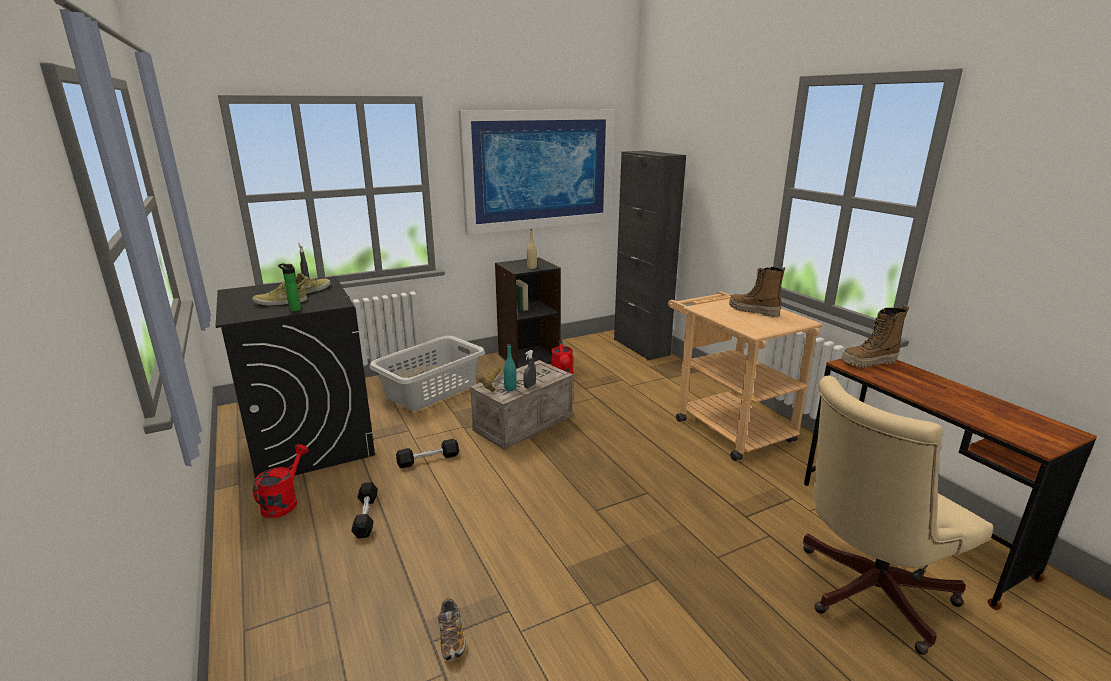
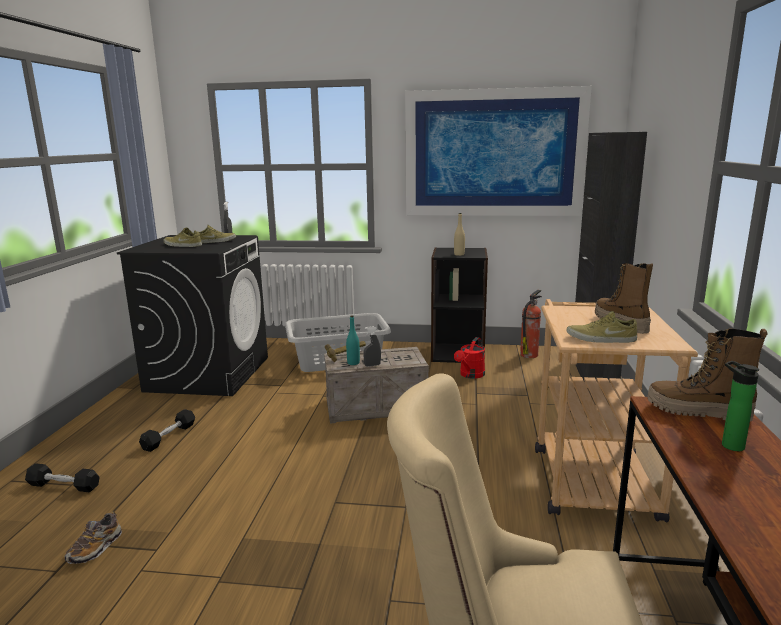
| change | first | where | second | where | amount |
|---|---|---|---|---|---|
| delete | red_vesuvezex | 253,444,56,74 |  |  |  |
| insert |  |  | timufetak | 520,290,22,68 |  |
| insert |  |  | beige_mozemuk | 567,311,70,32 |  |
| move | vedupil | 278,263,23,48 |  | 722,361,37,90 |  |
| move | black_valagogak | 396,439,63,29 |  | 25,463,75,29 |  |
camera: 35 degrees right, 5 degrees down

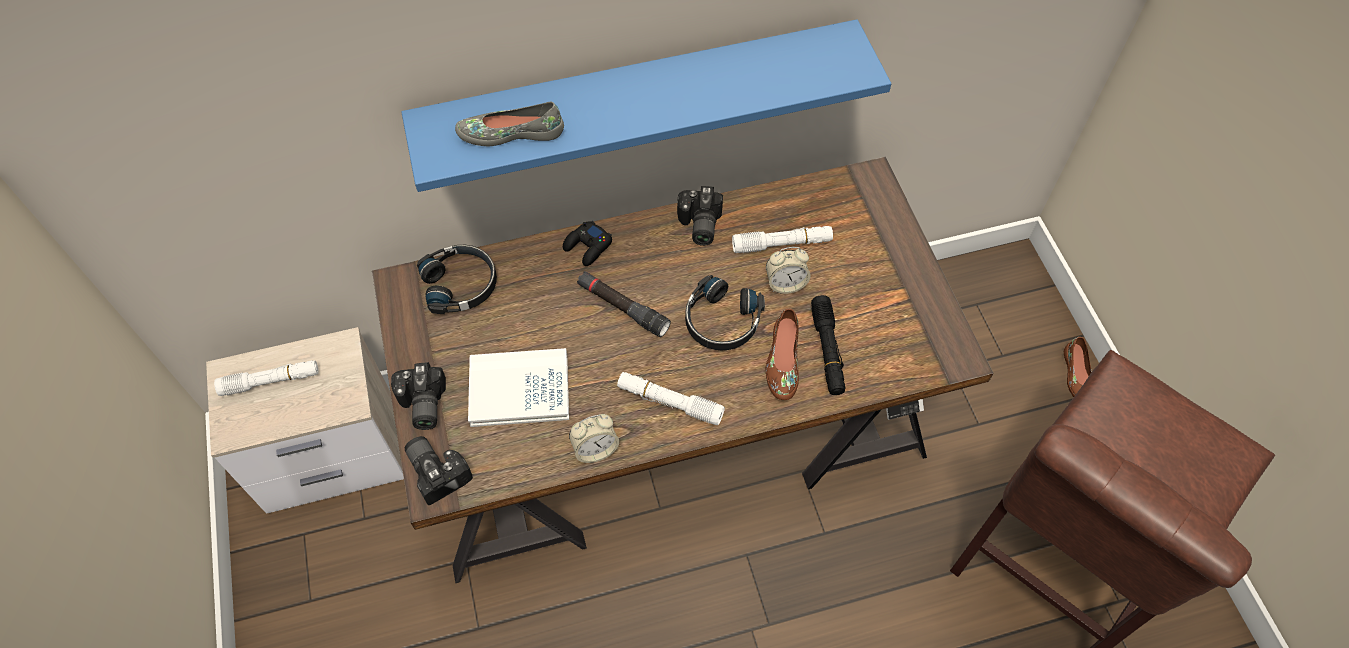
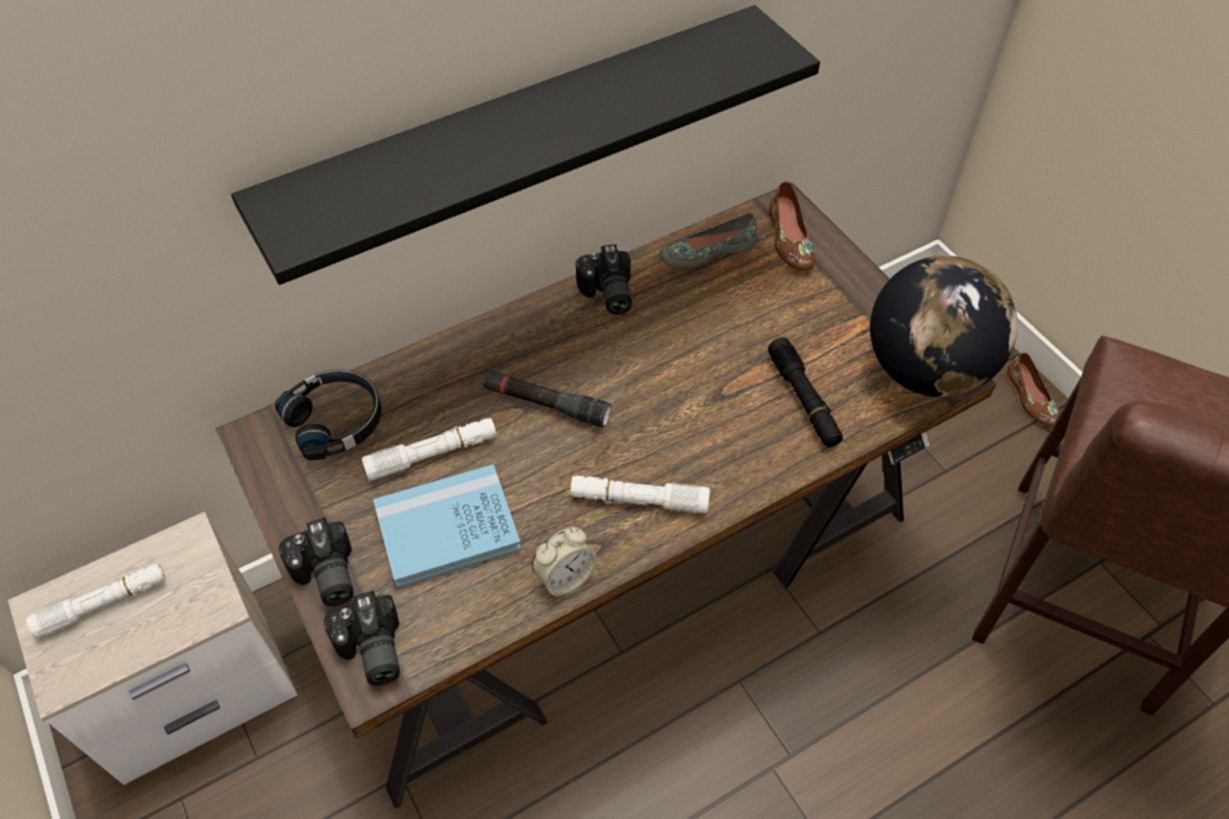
| change | first | where | second | where | amount |
|---|---|---|---|---|---|
| delete | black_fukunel | 563,221,49,45 |  |  |  |
| delete | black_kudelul | 685,275,80,75 |  |  |  |
| delete | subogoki | 766,247,44,47 |  |  |  |
| insert |  |  | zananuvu | 870,255,148,142 |  |
| move | grey_mozemuk | 455,102,109,44 |  | 660,213,98,55 |  |
| move | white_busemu | 732,226,101,27 |  | 361,418,136,63 |  |
| move | brown_mozemuk | 766,309,33,91 |  | 769,181,47,89 |  |
| recolor | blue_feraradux | 401,19,490,173 | black_feraradux | 231,5,589,280 |  |
| recolor | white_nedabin | 468,348,101,79 | blue_nedabin | 373,464,148,124 |  |
| rotate | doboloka | 405,436,68,69 |  | 324,591,76,95 | 150 degrees counterclockwise |
camera: 15 degrees left, 5 degrees down

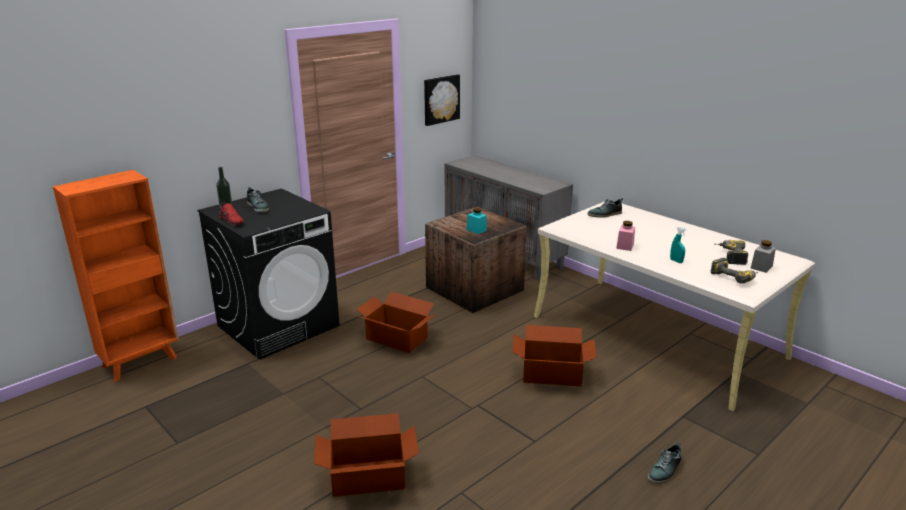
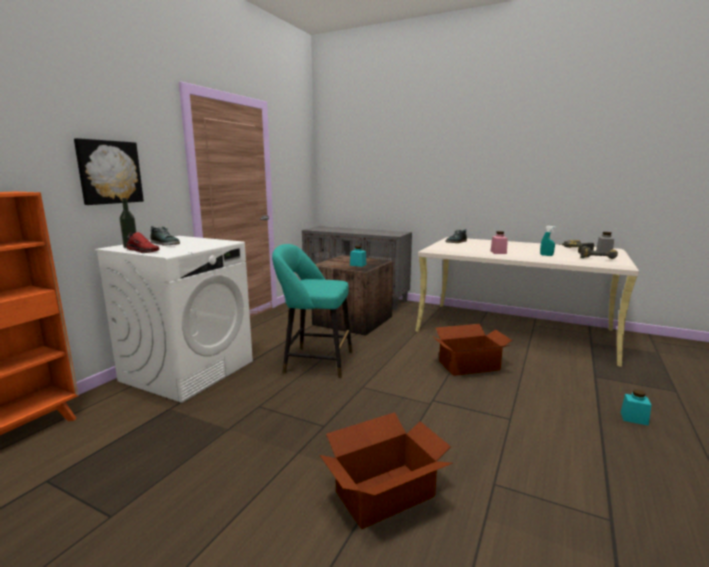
| change | first | where | second | where | amount |
|---|---|---|---|---|---|
| move | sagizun | 424,74,36,52 |  | 74,138,70,67 |  |
| replace | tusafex | 356,291,80,62 | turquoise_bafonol | 272,244,80,134 |  |
| replace | mozemuk | 648,442,33,42 | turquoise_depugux | 621,390,31,36 |  |
| recolor | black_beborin | 197,188,143,172 | white_beborin | 95,236,158,167 |  |
camera: 20 degrees left, 10 degrees down

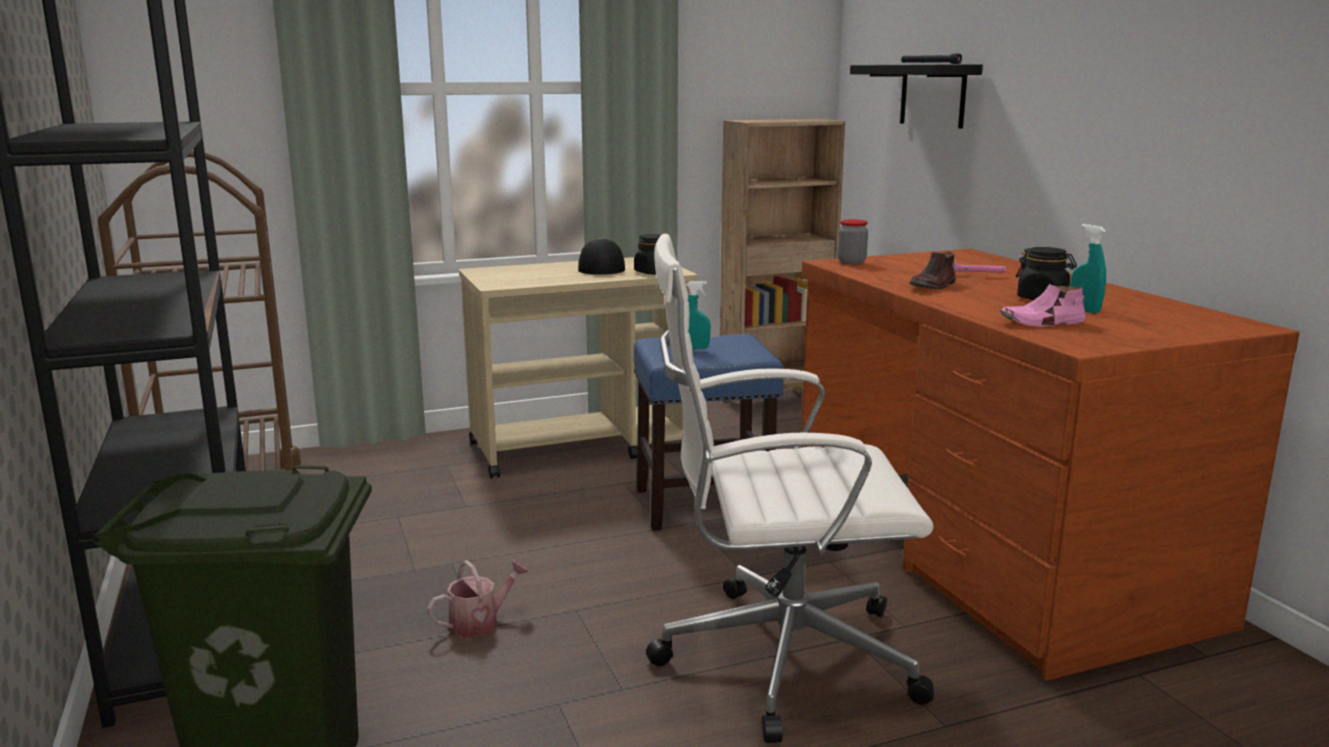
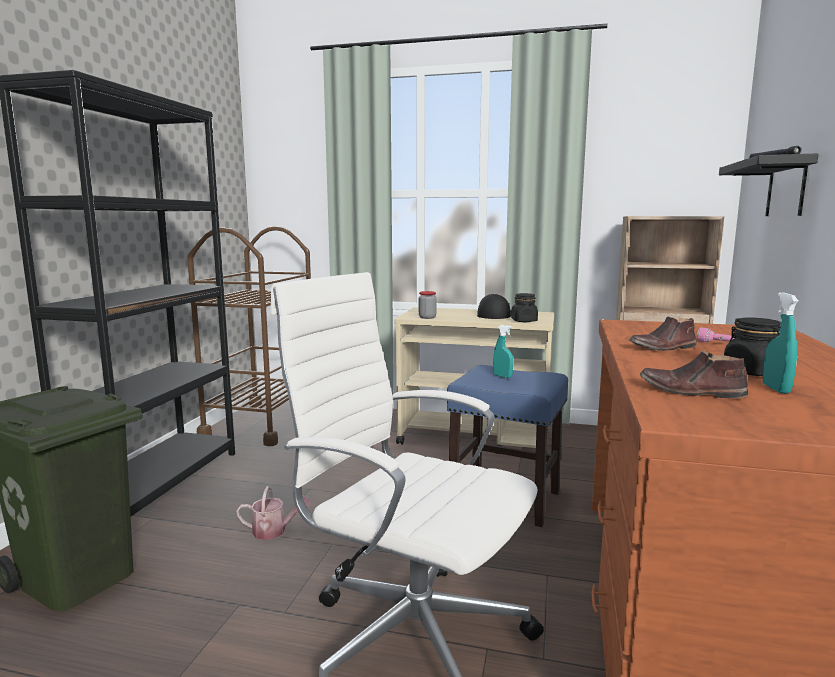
| change | first | where | second | where | amount |
|---|---|---|---|---|---|
| move | depugux | 838,219,30,45 |  | 419,291,18,28 |  |
| recolor | pink_mozemuk | 999,284,87,43 | brown_mozemuk | 640,351,108,47 |  |
camera: 35 degrees right, 5 degrees down

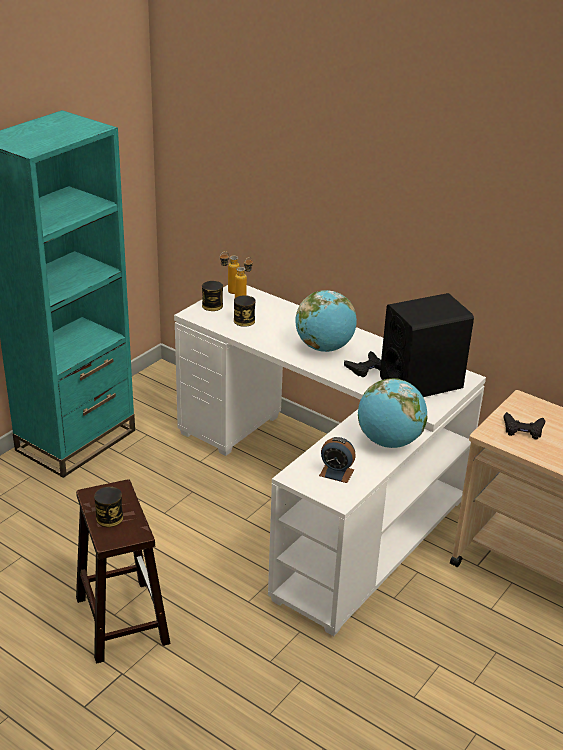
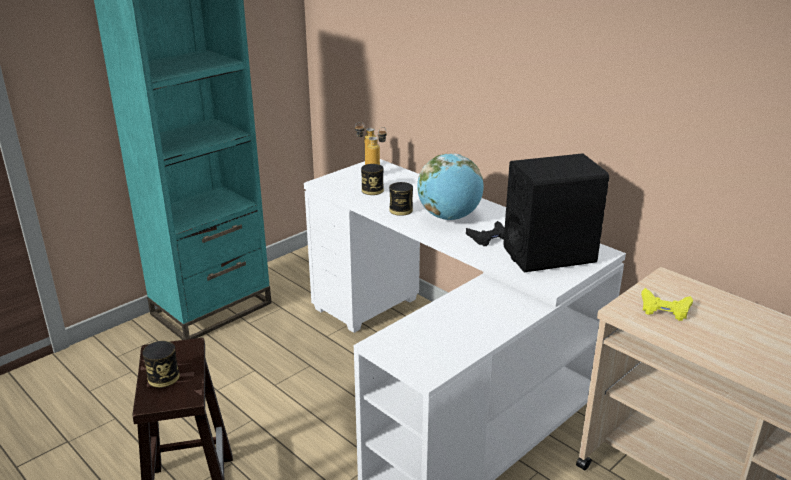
| change | first | where | second | where | amount |
|---|---|---|---|---|---|
| delete | subogoki | 319,437,37,46 |  |  |  |
| delete | zananuvu | 358,378,69,70 |  |  |  |
| move | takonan | 202,281,21,30 |  | 389,182,24,34 |  |
| recolor | black_fukunel | 503,412,42,28 | yellow_fukunel | 641,288,52,33 |  |
camera: 10 degrees right, 5 degrees down

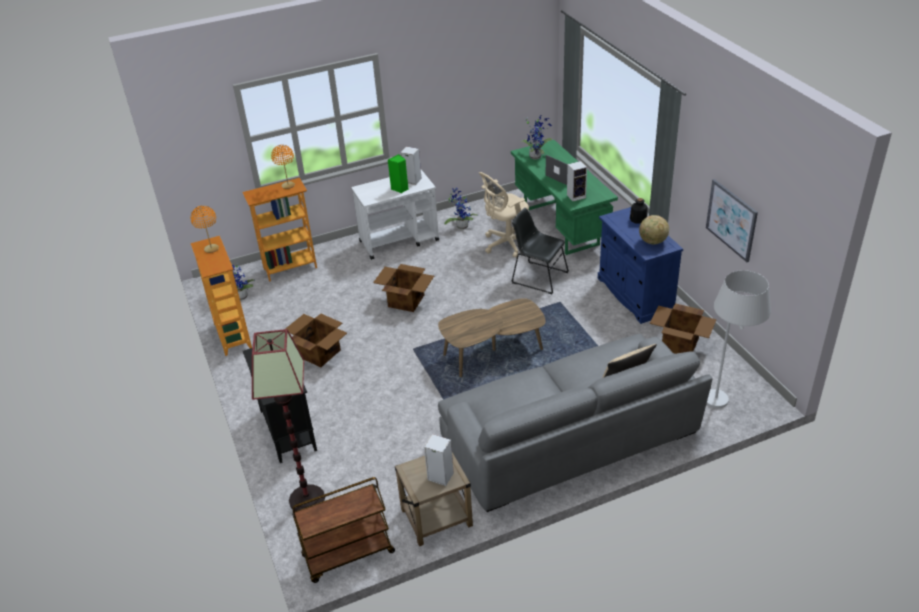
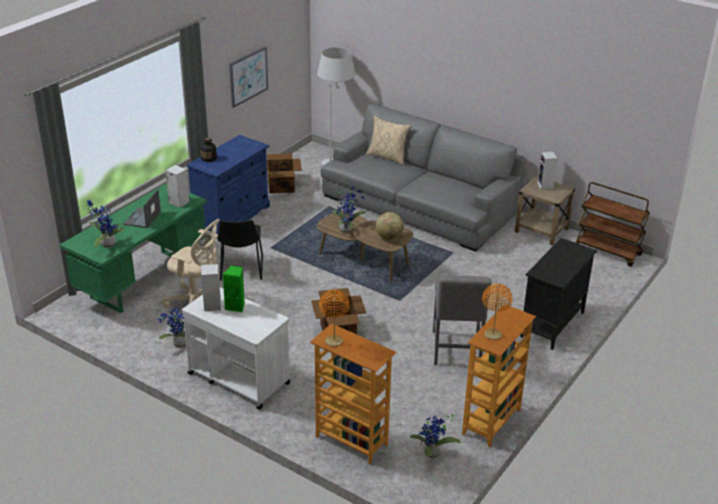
| change | first | where | second | where | amount |
|---|---|---|---|---|---|
| delete | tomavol | 252,329,73,182 |  |  |  |
| insert |  |  | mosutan | 332,186,34,47 |  |
| move | zananuvu | 639,215,30,29 |  | 376,212,28,28 |  |
| replace | tusafex | 285,314,62,53 | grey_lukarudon | 433,275,59,90 |  |
camera: 125 degrees left, 5 degrees down

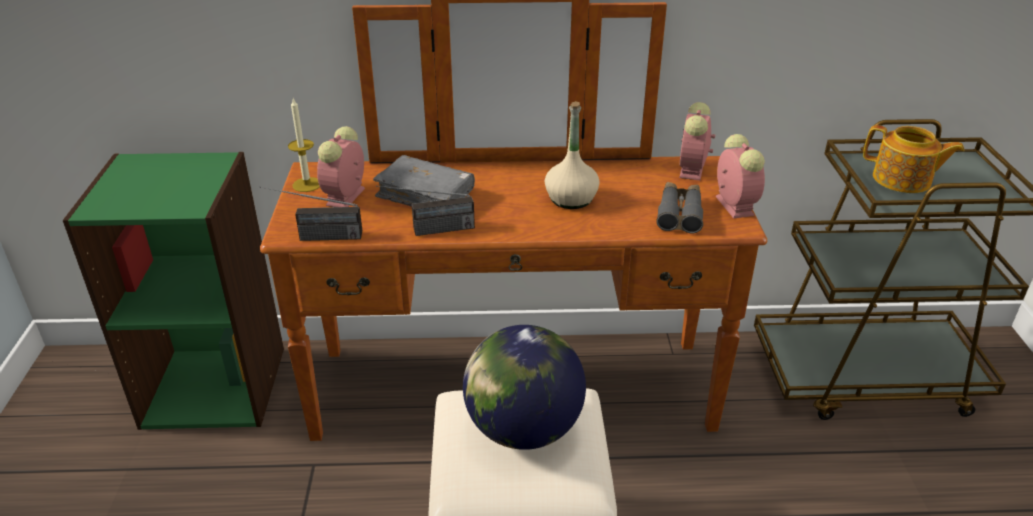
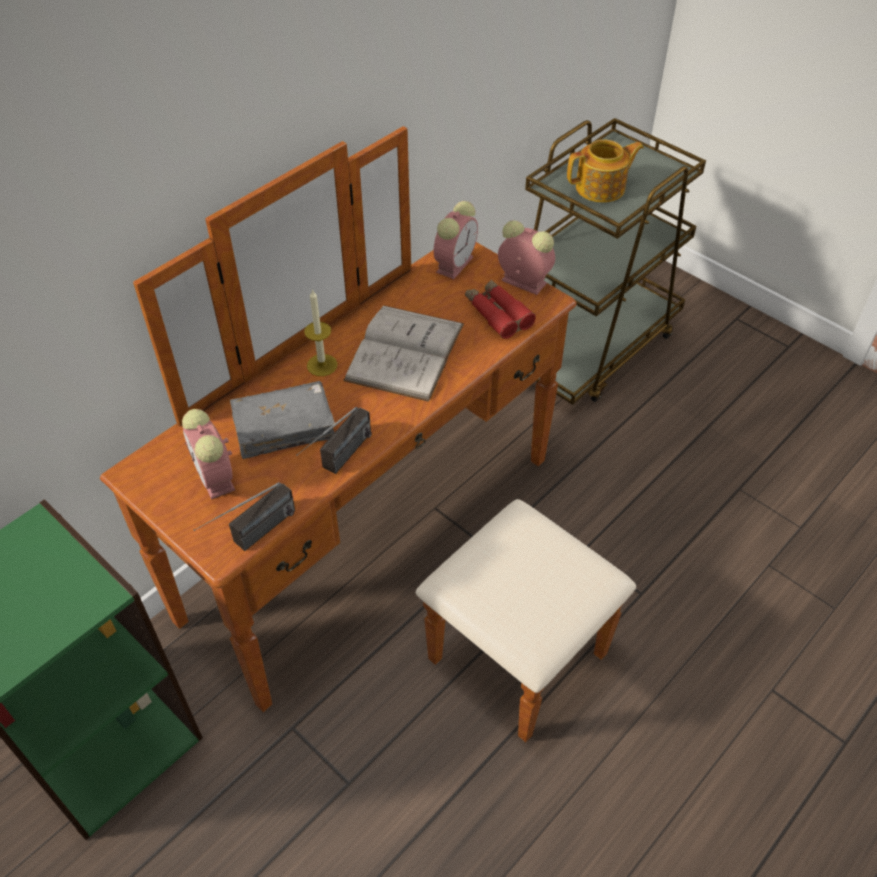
| change | first | where | second | where | amount |
|---|---|---|---|---|---|
| delete | zananuvu | 463,325,123,125 |  |  |  |
| move | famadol | 288,99,32,93 |  | 304,289,34,87 |  |
| replace | beige_vedupil | 545,101,55,108 | white_nedabin | 343,305,121,97 |  |
| recolor | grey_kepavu | 656,182,47,52 | red_kepavu | 465,280,71,59 |  |
| rotate | subogoki | 679,102,36,79 |  | 434,201,44,78 | 120 degrees counterclockwise |
camera: 45 degrees left, 15 degrees up

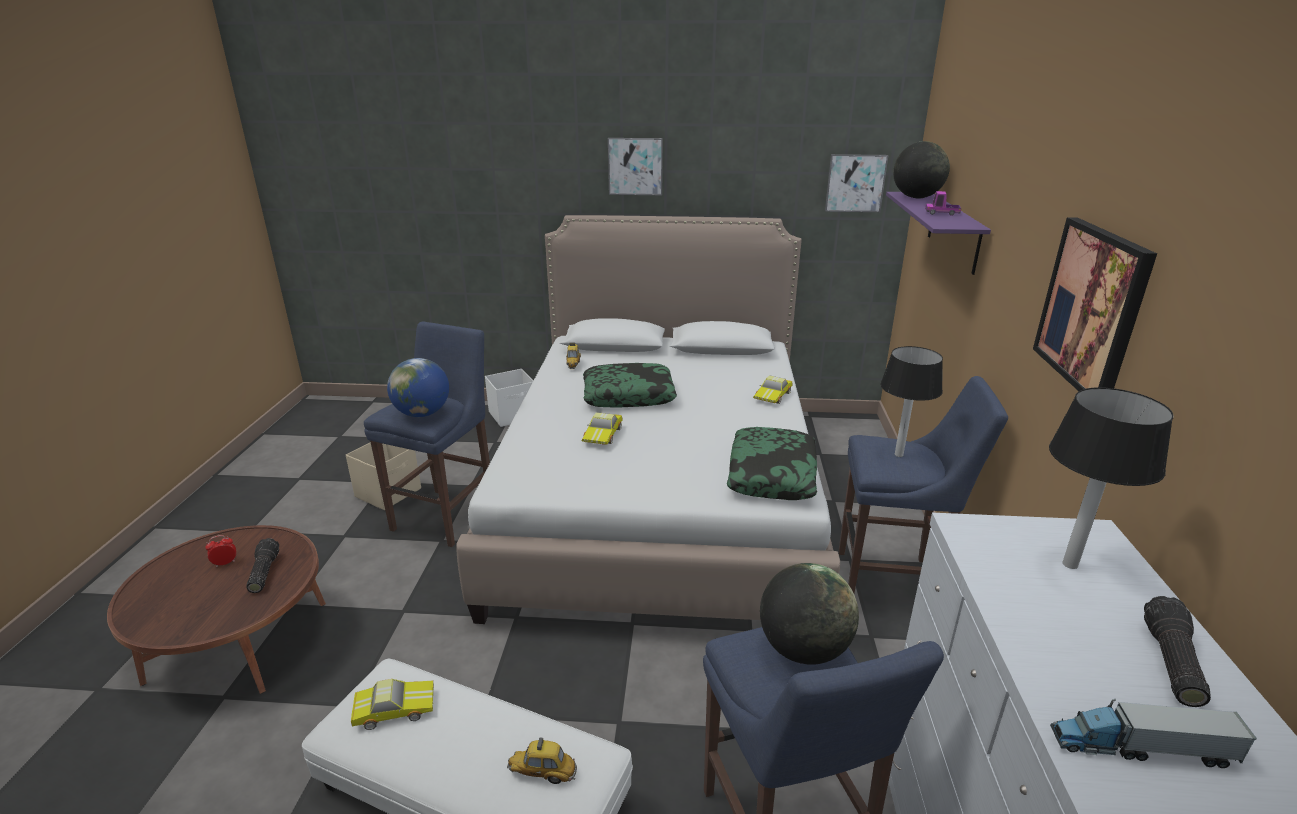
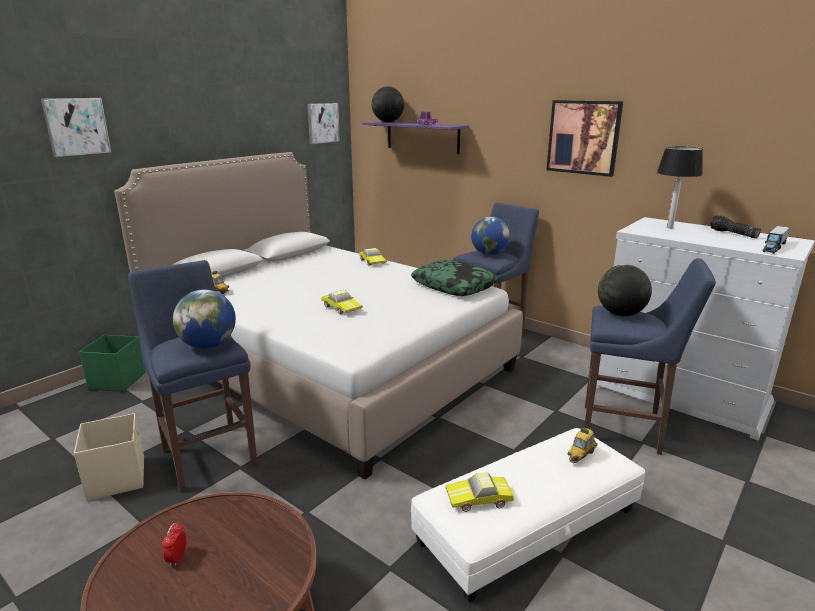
| change | first | where | second | where | amount |
|---|---|---|---|---|---|
| delete | busemu | 246,538,33,55 |  |  |  |
| delete | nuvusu | 583,363,94,45 |  |  |  |
| move | sagizun | 608,138,55,57 |  | 41,98,70,59 |  |
| replace | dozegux | 880,346,63,111 | zananuvu | 471,217,39,38 |  |
| recolor | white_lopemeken | 485,369,48,58 | green_lopemeken | 79,335,67,57 |  |
| rotate | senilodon | 351,679,83,51 |  | 446,472,68,40 | 120 degrees counterclockwise |
camera: 55 degrees left, 5 degrees down

